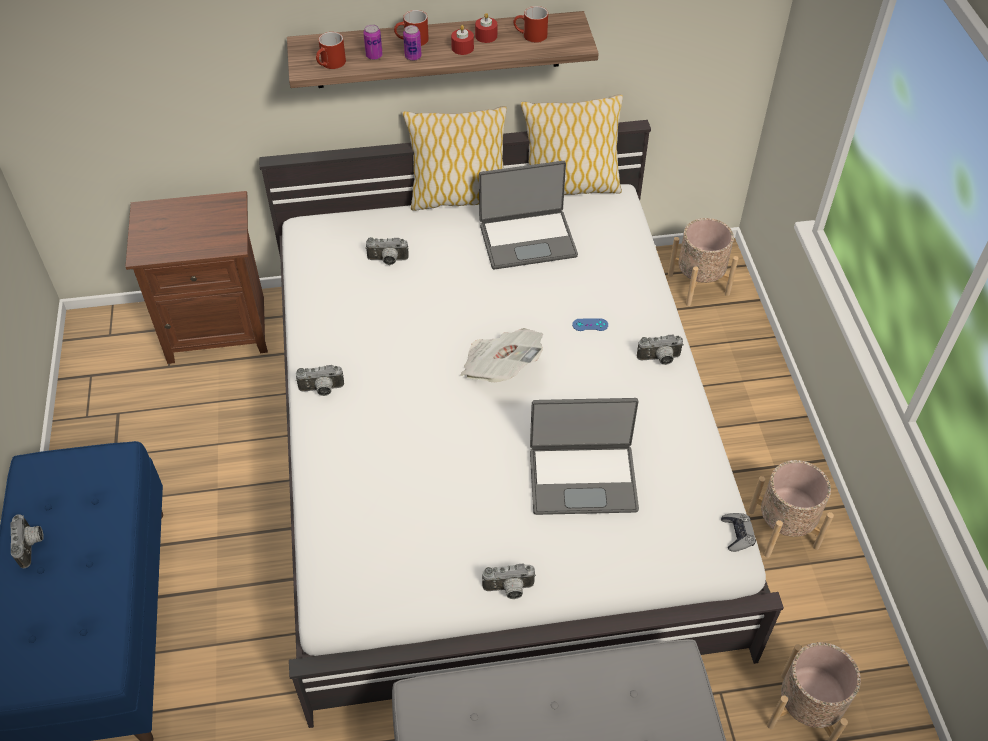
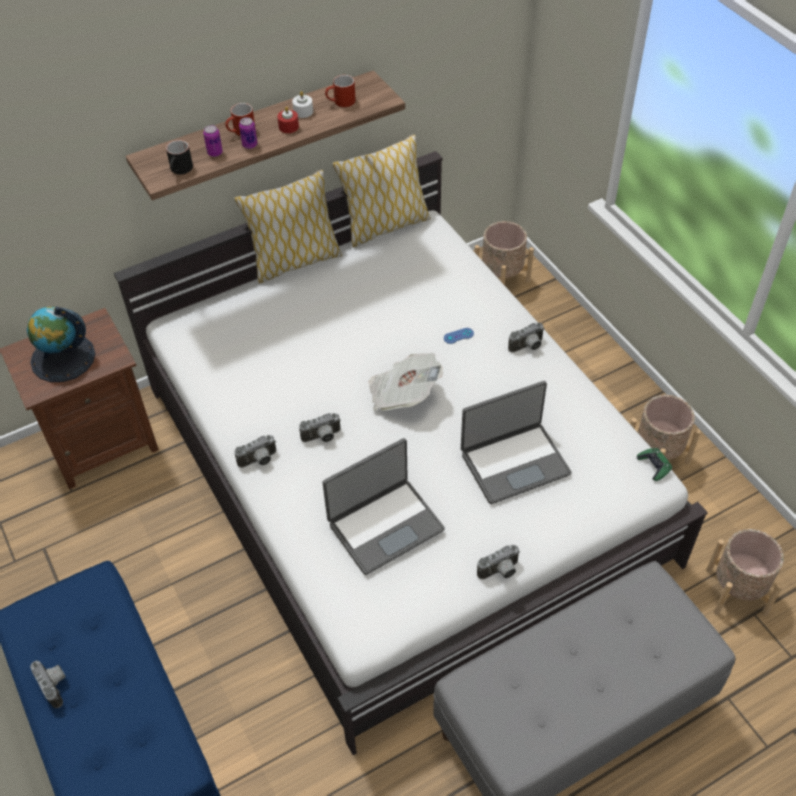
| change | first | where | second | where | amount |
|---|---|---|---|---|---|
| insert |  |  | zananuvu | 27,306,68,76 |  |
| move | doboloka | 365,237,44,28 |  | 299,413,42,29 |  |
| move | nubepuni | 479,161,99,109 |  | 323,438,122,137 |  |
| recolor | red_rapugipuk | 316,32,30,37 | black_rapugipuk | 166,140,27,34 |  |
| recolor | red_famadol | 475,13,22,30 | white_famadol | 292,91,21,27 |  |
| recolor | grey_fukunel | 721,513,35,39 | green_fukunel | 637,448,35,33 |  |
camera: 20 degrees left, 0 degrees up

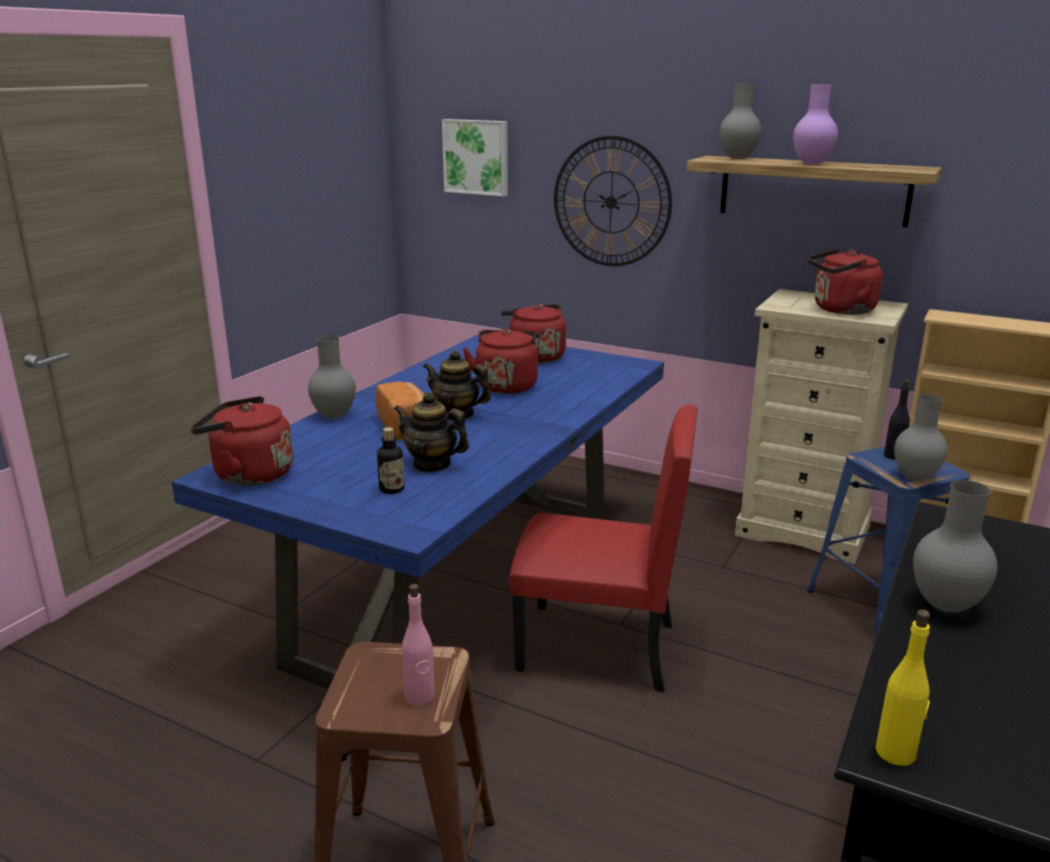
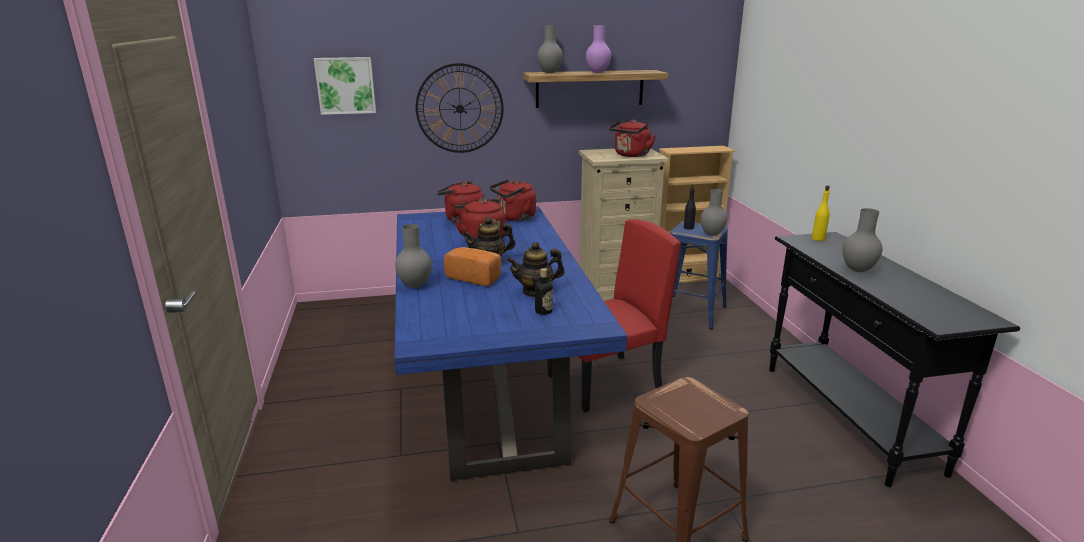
| change | first | where | second | where | amount |
|---|---|---|---|---|---|
| delete | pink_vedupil | 402,584,33,122 |  |  |  |
| move | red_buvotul | 191,396,102,90 |  | 490,179,46,42 |  |
| move | yellow_vedupil | 876,609,54,157 |  | 812,185,18,56 |  |
camera: 40 degrees left, 0 degrees up

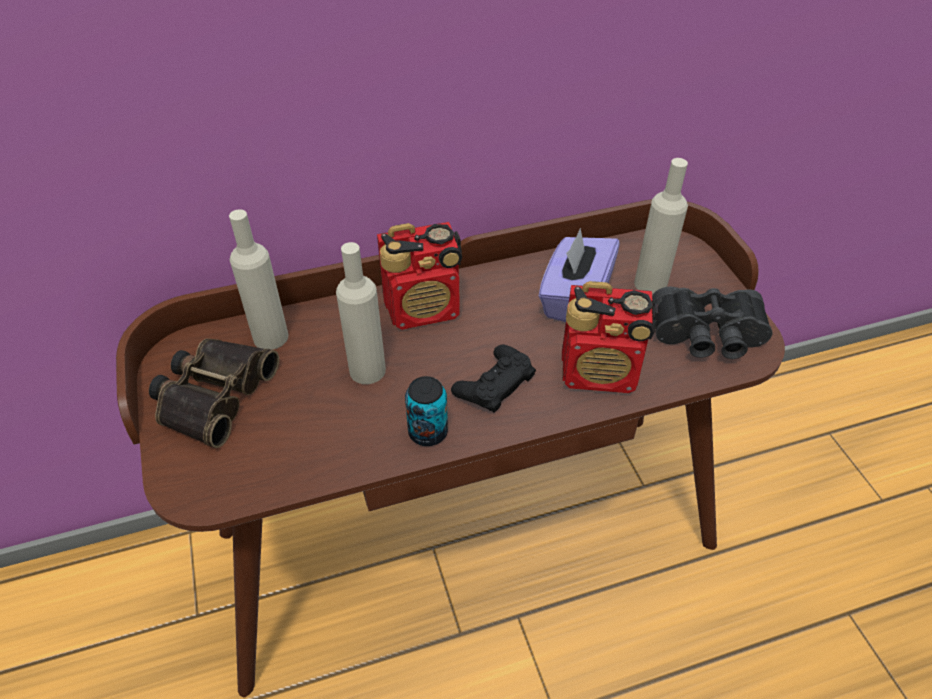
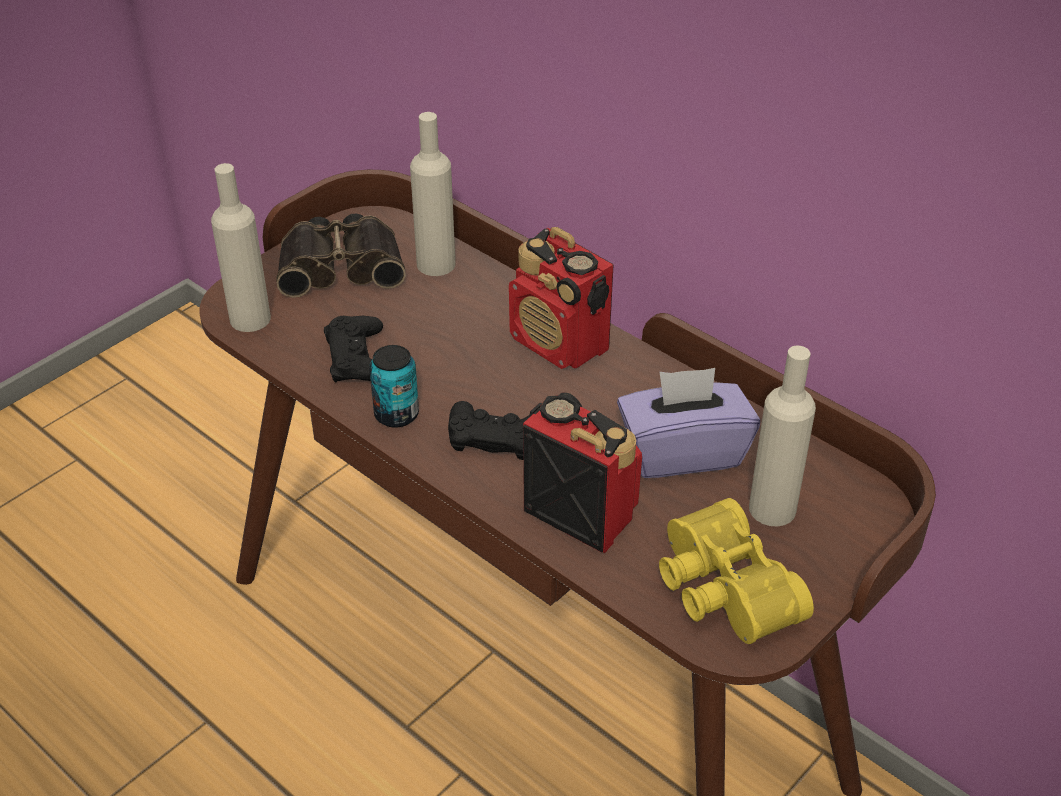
| change | first | where | second | where | amount |
|---|---|---|---|---|---|
| insert |  |  | black_fukunel | 324,316,59,66 |  |
| move | beige_vedupil | 336,242,50,142 |  | 211,163,60,169 |  |
| recolor | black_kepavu | 652,287,120,72 | yellow_kepavu | 659,498,155,146 |  |
| rotate | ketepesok | 562,281,96,112 |  | 523,392,119,161 | 150 degrees clockwise |
camera: 60 degrees right, 5 degrees down

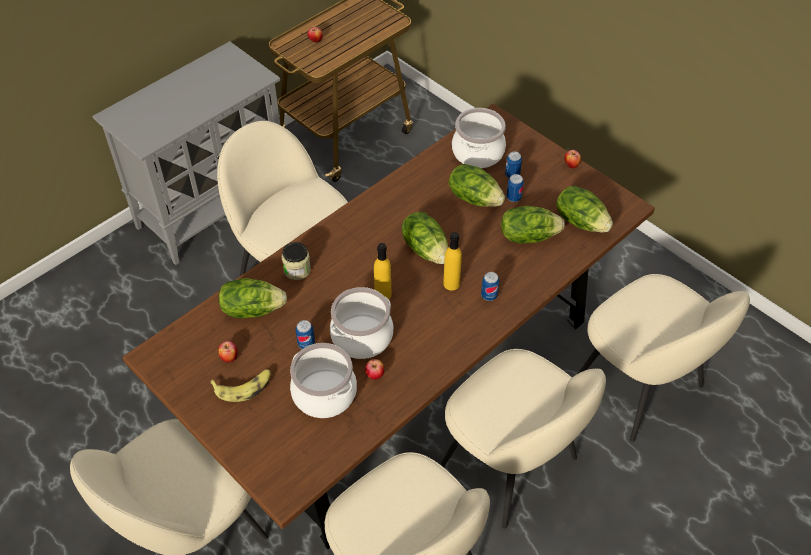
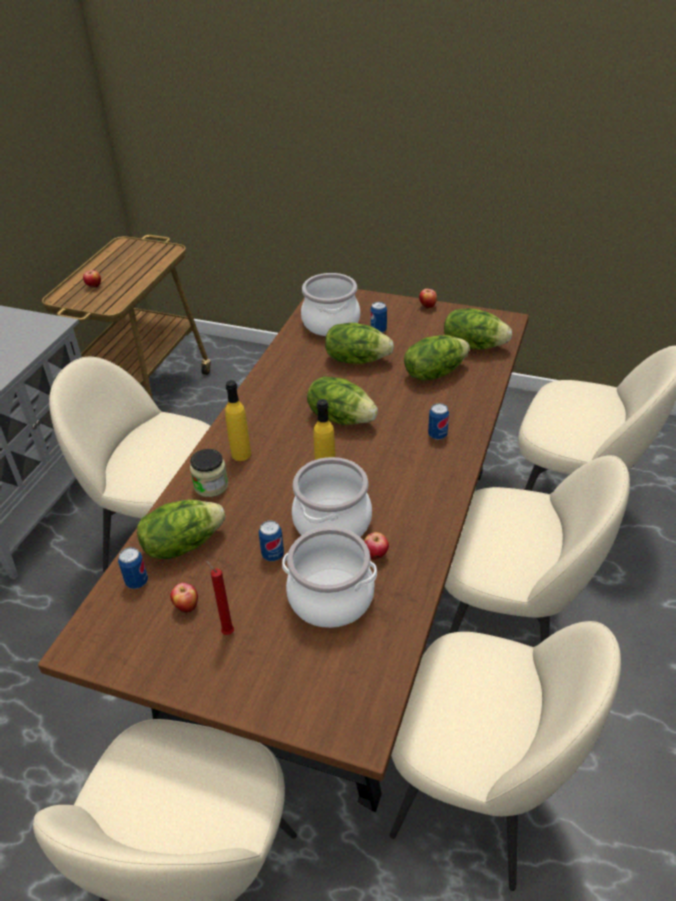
| change | first | where | second | where | amount |
|---|---|---|---|---|---|
| move | yellow_vedupil | 443,232,19,58 |  | 225,380,26,81 |  |
| move | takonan | 507,174,17,28 |  | 118,547,30,42 |  |
| replace | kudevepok | 210,369,61,33 | red_famadol | 206,560,28,75 |  |
camera: 25 degrees left, 10 degrees down

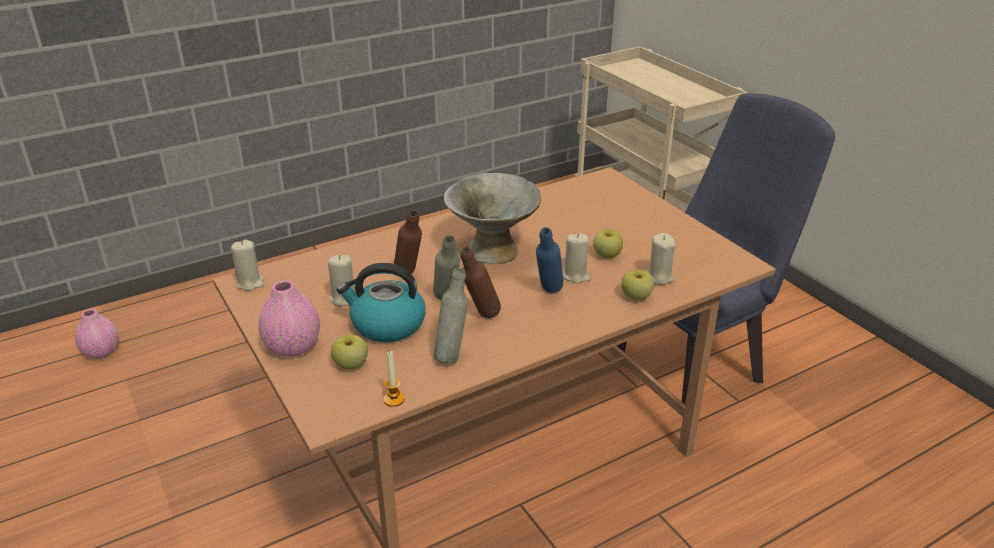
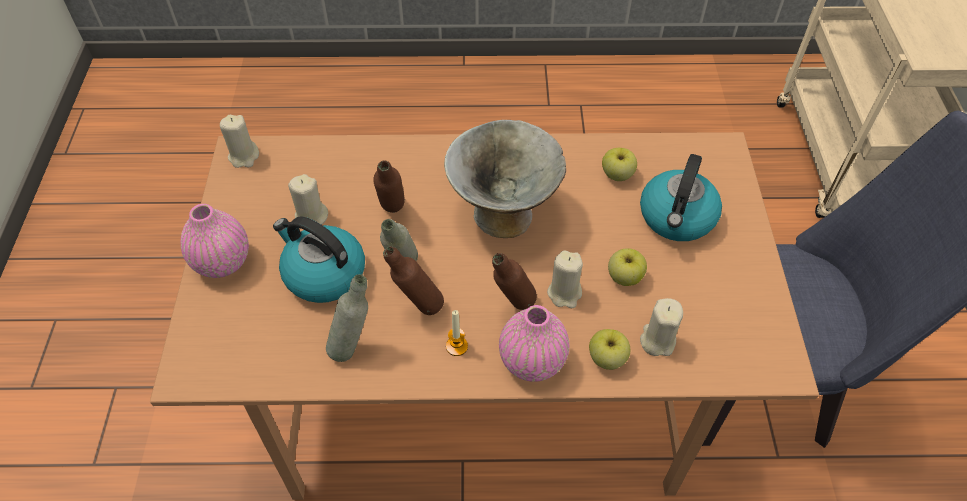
| change | first | where | second | where | amount |
|---|---|---|---|---|---|
| insert |  |  | buvotul | 640,154,82,87 |  |
| move | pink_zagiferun | 75,309,44,49 |  | 499,305,70,77 |  |
| move | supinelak | 331,335,37,35 |  | 602,148,35,33 |  |
| move | famadol | 383,351,22,56 |  | 446,310,22,46 |  |
| recolor | blue_vedupil | 536,227,27,66 | brown_vedupil | 492,253,45,57 |  |
camera: 30 degrees right, 20 degrees up

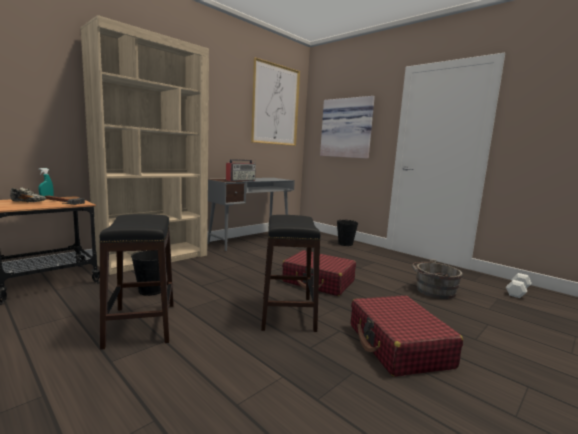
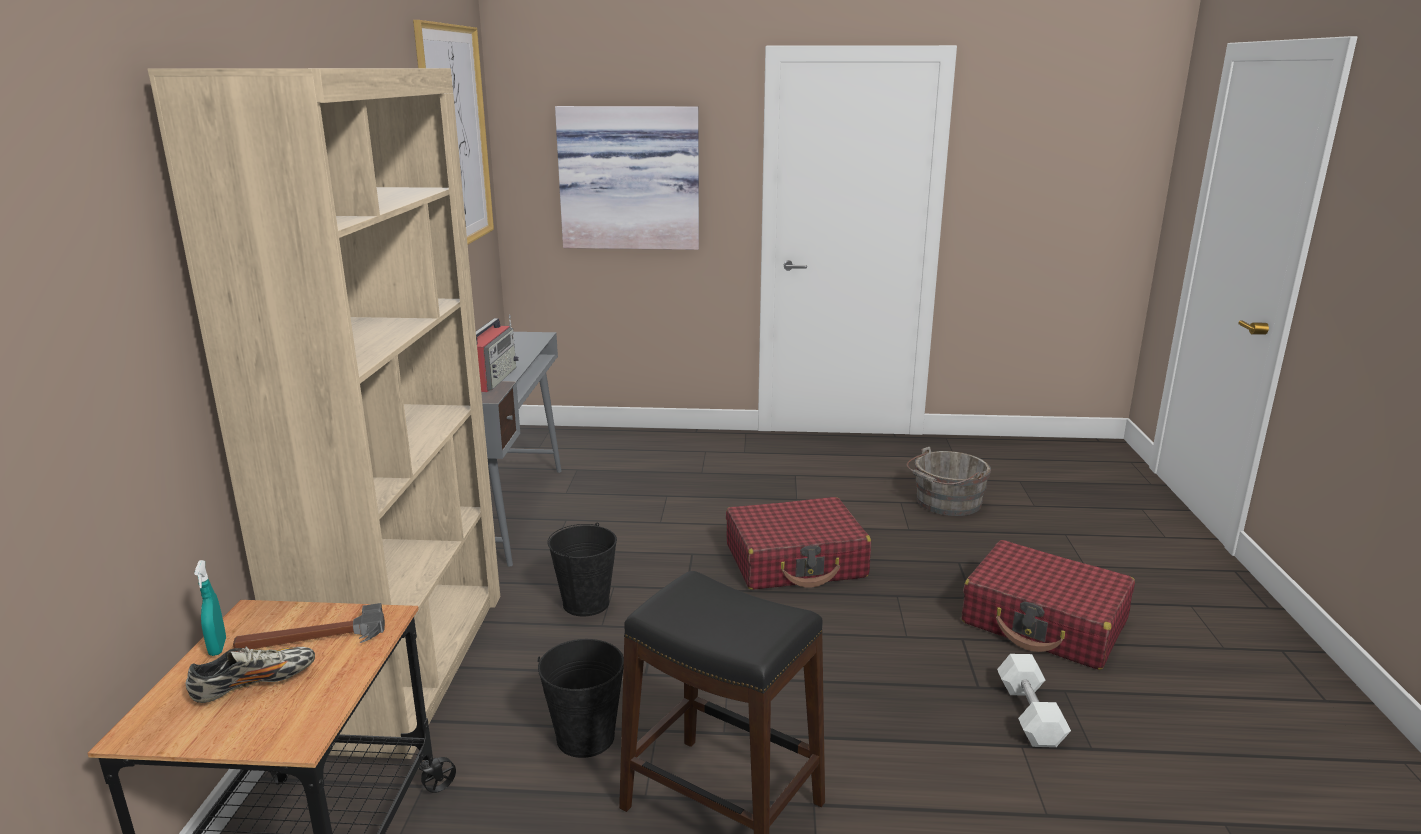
| change | first | where | second | where | amount |
|---|---|---|---|---|---|
| delete | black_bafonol | 261,215,60,117 |  |  |  |
| move | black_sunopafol | 337,220,21,26 |  | 547,522,70,94 |  |
| move | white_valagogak | 506,273,26,25 |  | 997,654,74,93 |  |
camera: 40 degrees left, 10 degrees up

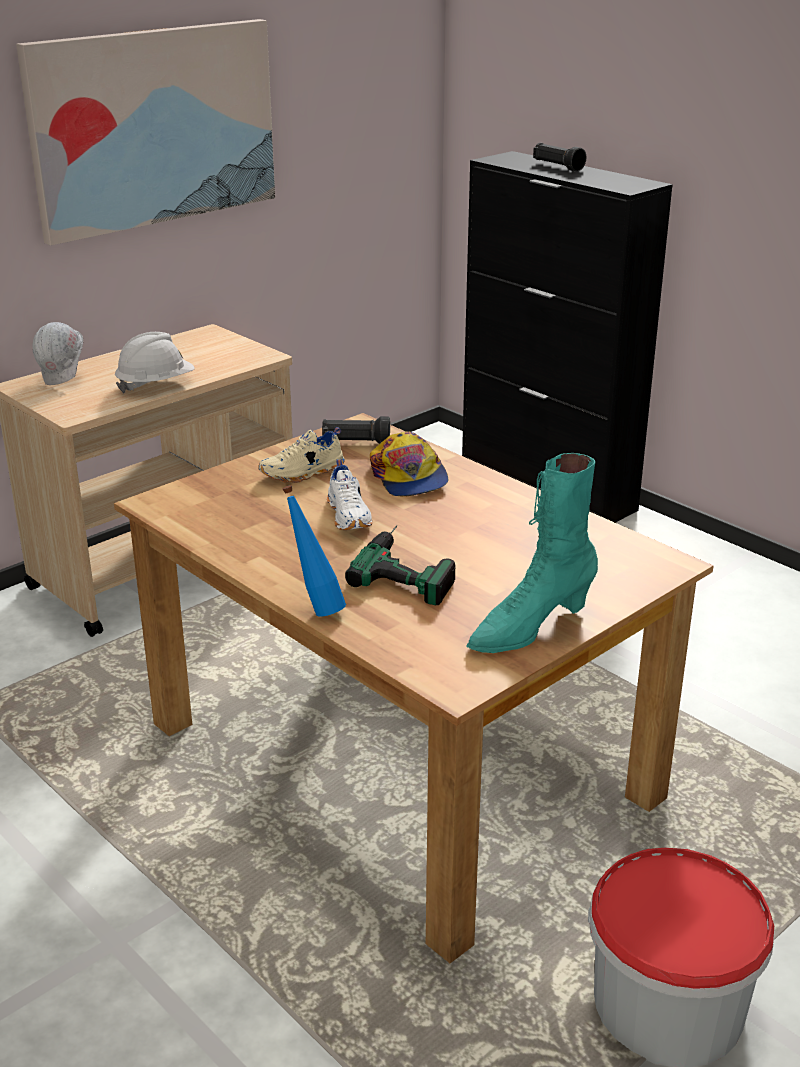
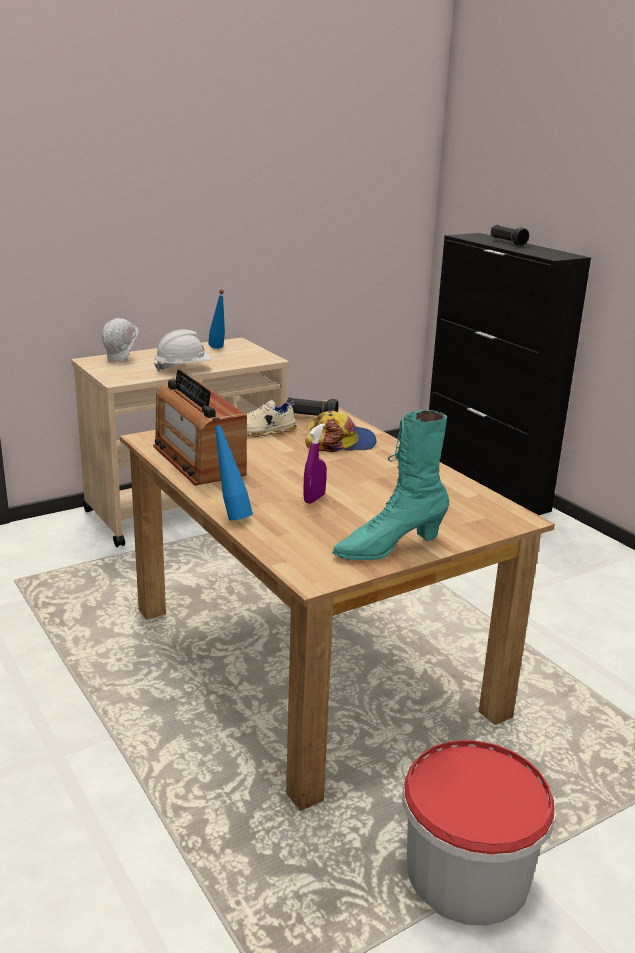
| change | first | where | second | where | amount |
|---|---|---|---|---|---|
| delete | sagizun | 16,19,260,227 |  |  |  |
| delete | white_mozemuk | 327,459,45,71 |  |  |  |
| insert |  |  | ketepesok | 153,369,94,117 |  |
| insert |  |  | blue_vedupil | 208,289,17,60 |  |
| replace | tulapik | 345,525,110,80 | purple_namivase | 303,423,24,81 |  |
| rotate | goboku | 370,431,78,65 |  | 305,410,72,42 | 90 degrees counterclockwise |
camera: 10 degrees right, 5 degrees down

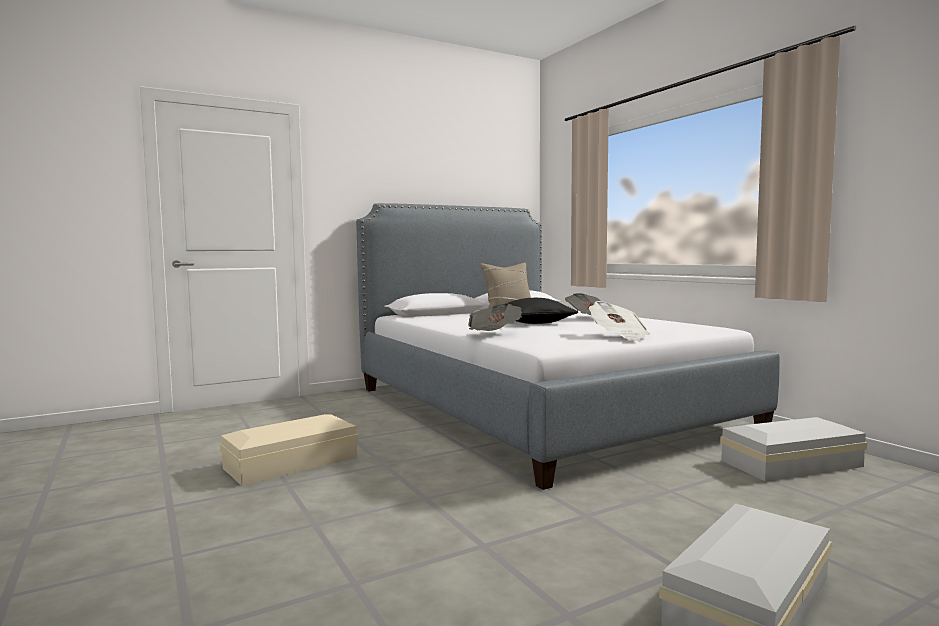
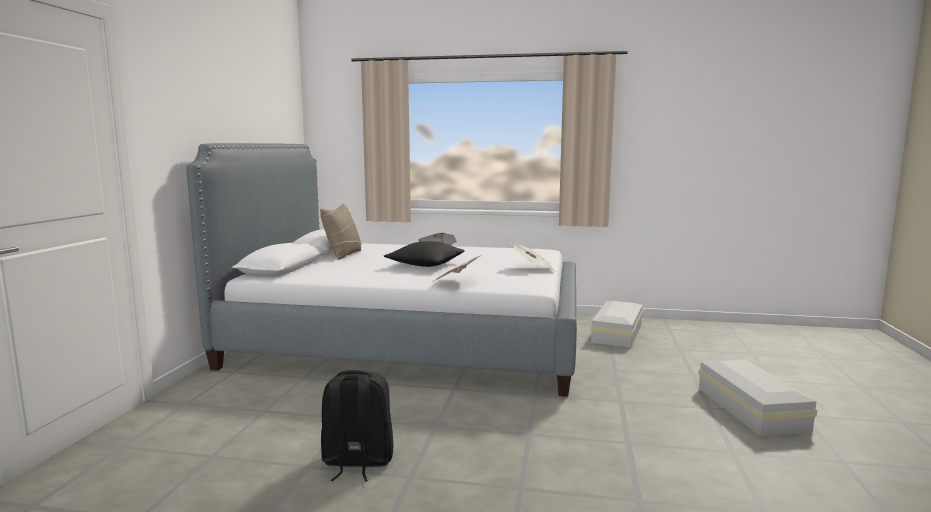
| change | first | where | second | where | amount |
|---|---|---|---|---|---|
| replace | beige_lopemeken | 220,414,138,72 | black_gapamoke | 321,370,72,112 |  |
camera: 50 degrees left, 5 degrees up

